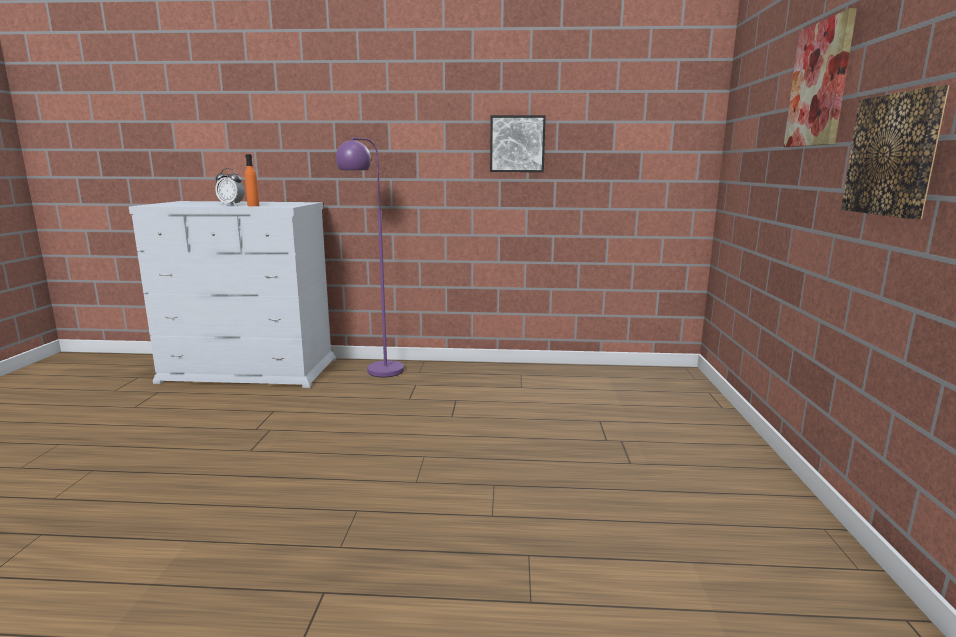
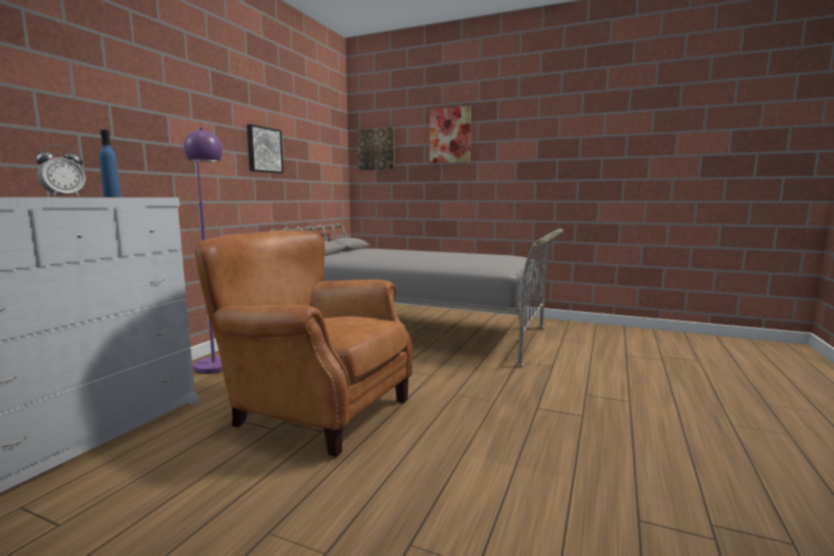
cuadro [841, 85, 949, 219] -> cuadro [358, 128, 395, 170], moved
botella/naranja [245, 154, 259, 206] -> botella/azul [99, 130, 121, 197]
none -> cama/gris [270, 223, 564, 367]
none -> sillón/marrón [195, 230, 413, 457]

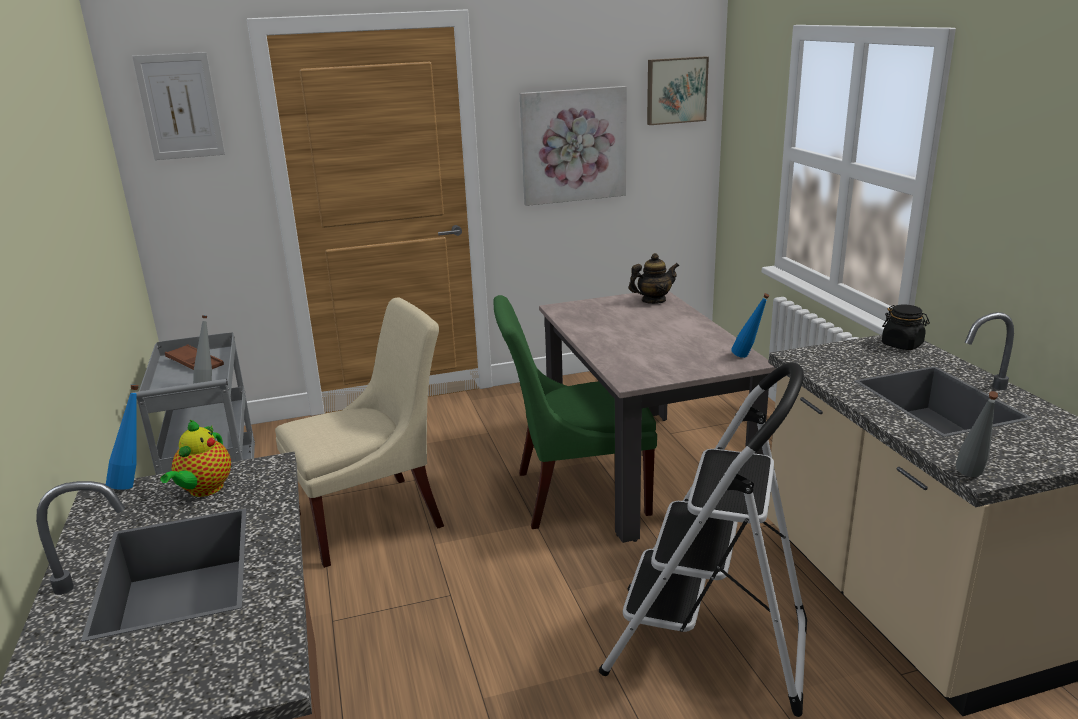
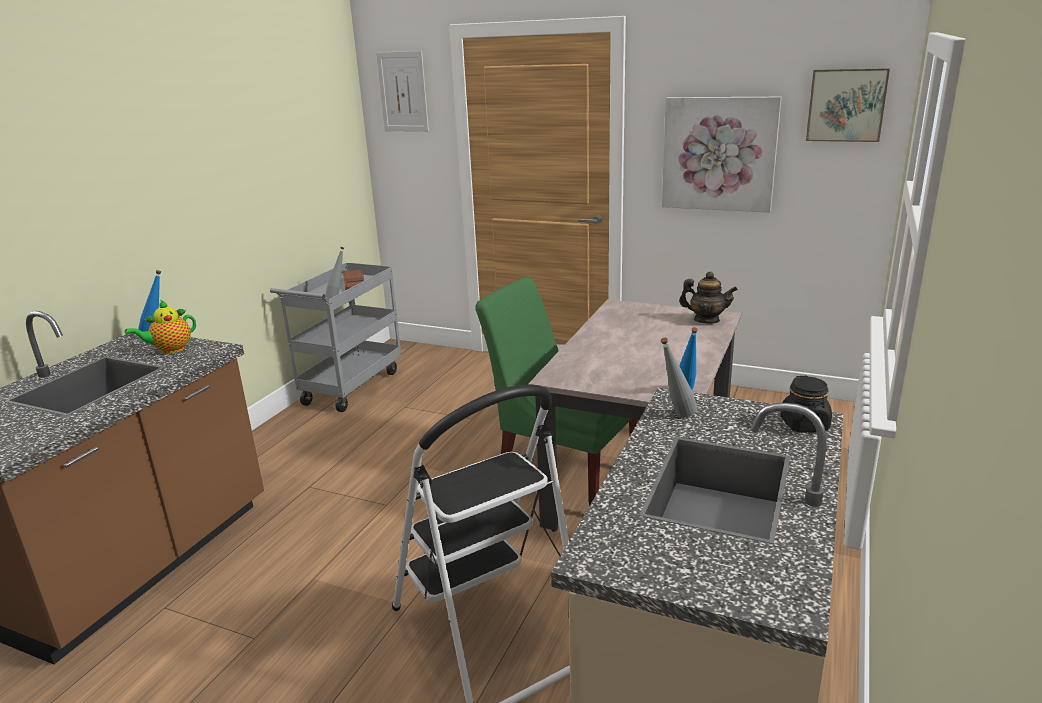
silla/beis [275, 297, 444, 568] -> none
botella/gris [956, 391, 999, 477] -> botella/gris [660, 338, 697, 418], moved

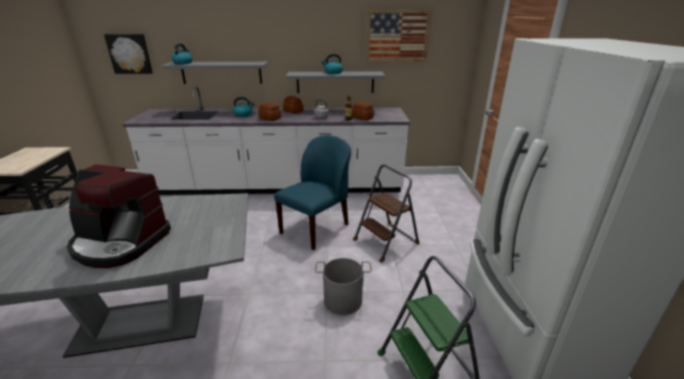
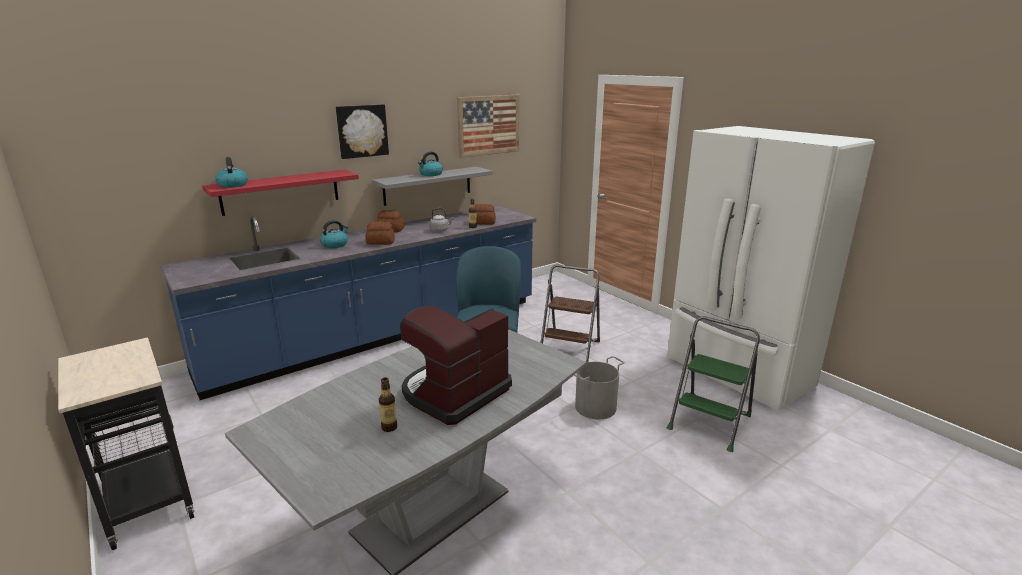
cuadro [104, 34, 153, 74] -> cuadro [336, 104, 389, 159], moved
estante/gris [162, 62, 268, 84] -> estante/rojo [202, 170, 359, 216]
mueble bajo de cocina/blanco [122, 86, 410, 195] -> mueble bajo de cocina/azul [161, 206, 536, 400]
cafetera [67, 164, 171, 268] -> cafetera [400, 306, 512, 425], 150 degrees clockwise
none -> botella [379, 377, 397, 432]

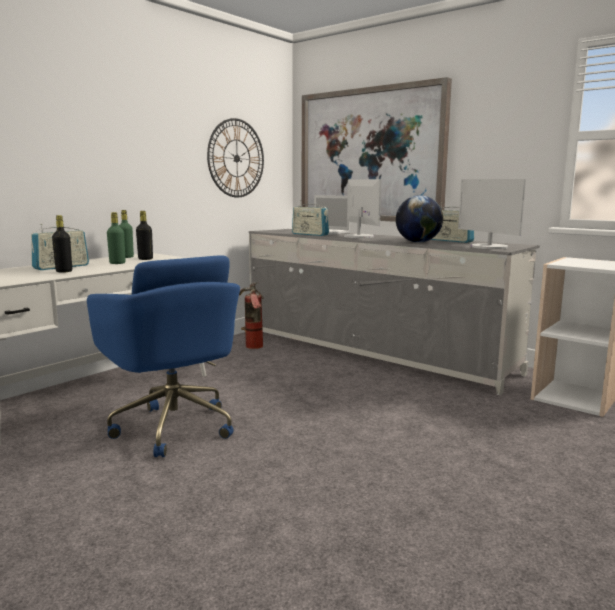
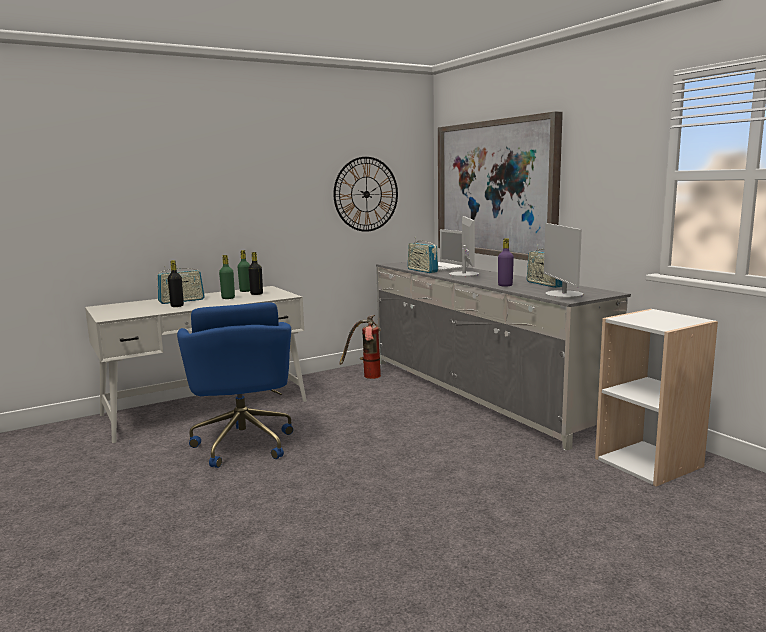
globo terráqueo [396, 195, 443, 243] -> botella/morado [498, 238, 514, 287]

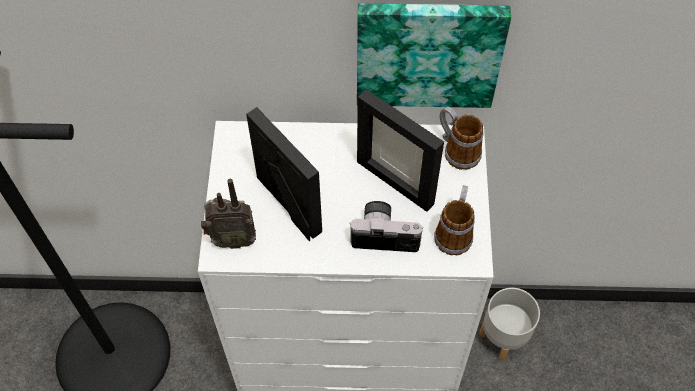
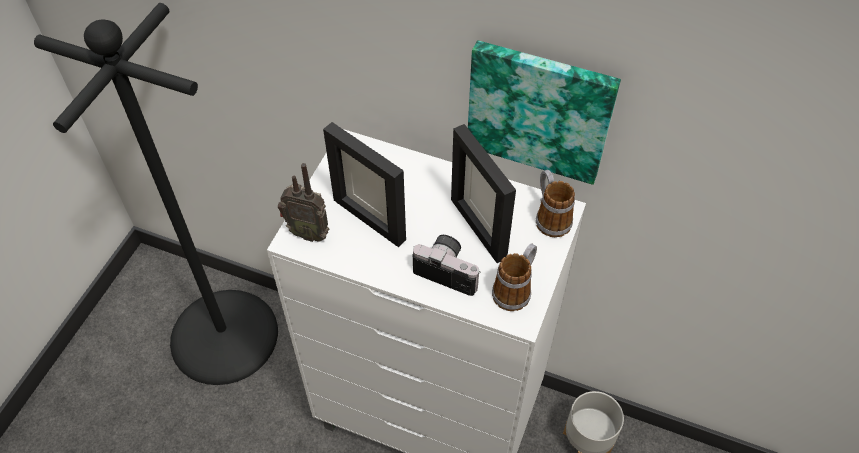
portarretratos [246, 107, 322, 242] -> portarretratos [323, 122, 406, 247], 150 degrees clockwise

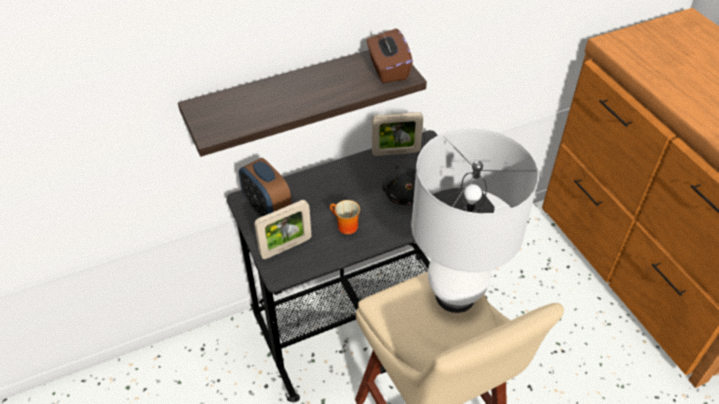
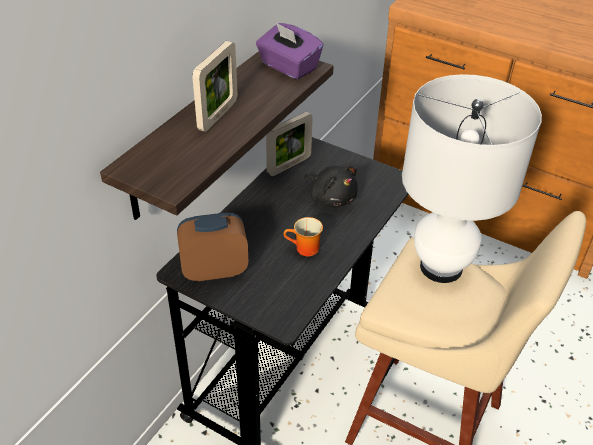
caja de pañuelos/marrón [367, 29, 413, 83] -> caja de pañuelos/morado [256, 22, 323, 79]
despertador [239, 158, 292, 217] -> despertador [177, 213, 248, 281], 150 degrees clockwise
portarretratos [254, 200, 311, 259] -> portarretratos [192, 41, 238, 132], moved

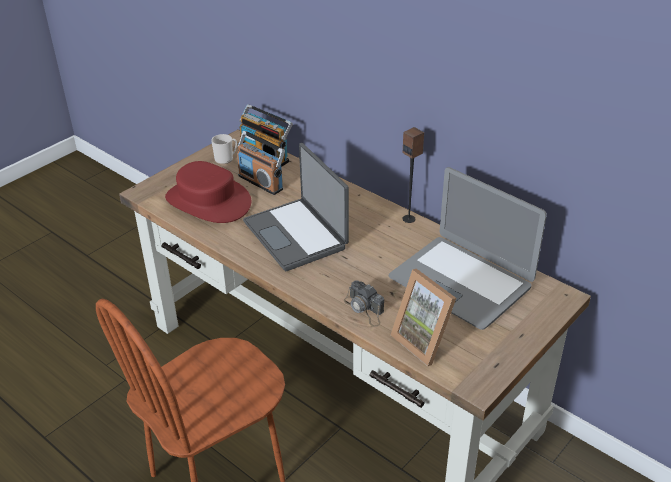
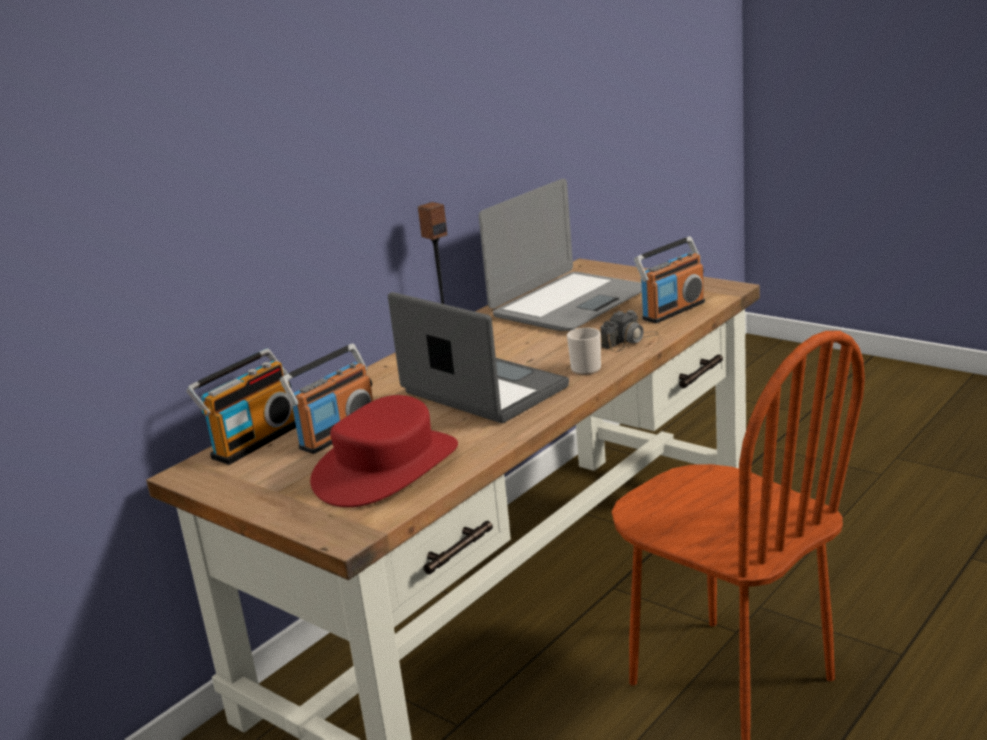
taza grande [211, 134, 237, 164] -> taza grande [567, 328, 601, 375], moved
portátil [243, 143, 349, 271] -> portátil [388, 292, 569, 423], 105 degrees counterclockwise
portarretratos [391, 269, 456, 366] -> radio [634, 236, 705, 323]

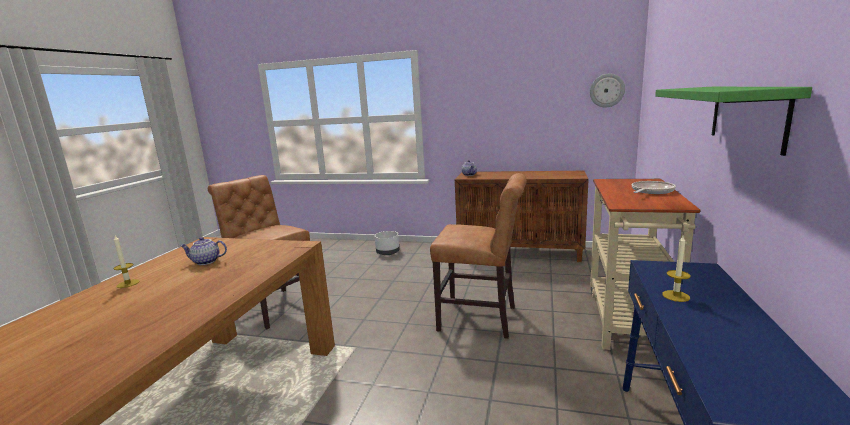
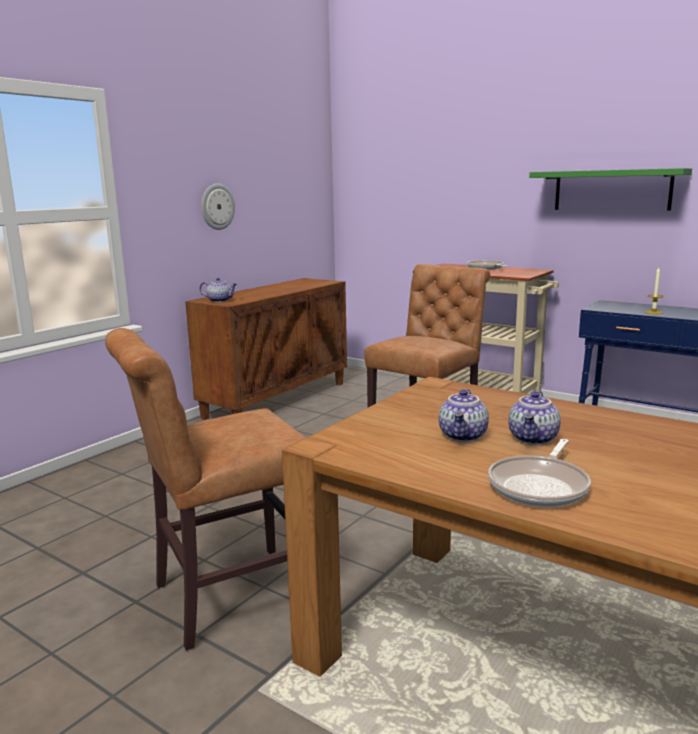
reloj de pared [590, 73, 625, 108] -> reloj de pared [201, 183, 235, 230], moved
maceta/blanco [375, 231, 399, 255] -> none
vela [113, 235, 139, 288] -> sartén [488, 439, 591, 507]
none -> tetera [508, 391, 561, 445]

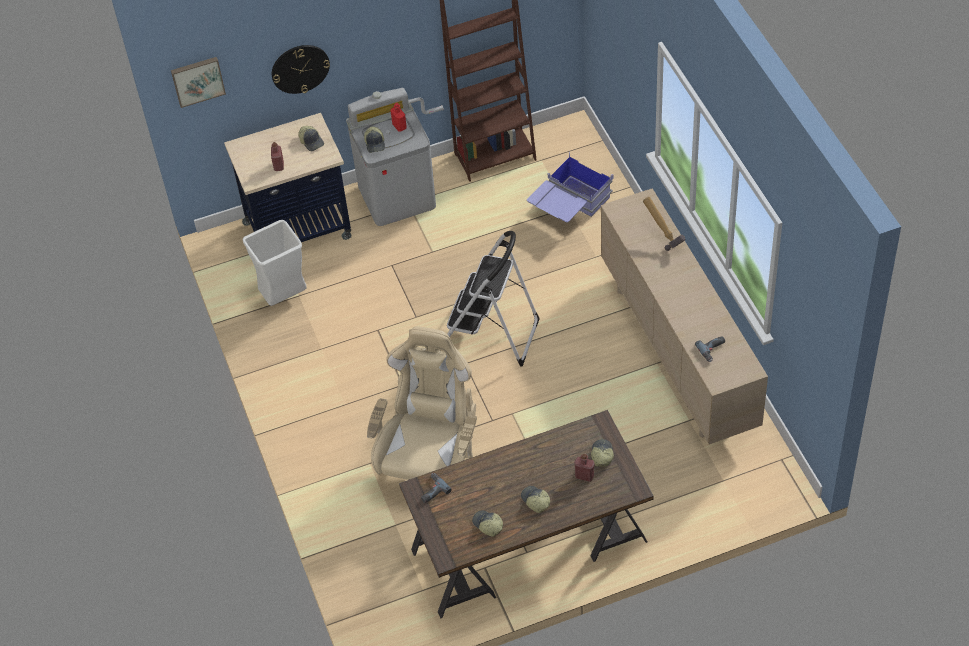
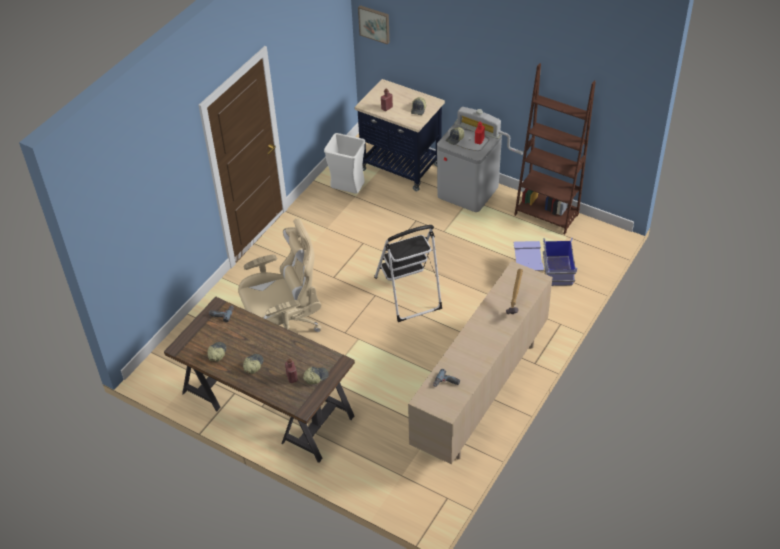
reloj de pared [272, 45, 330, 94] -> none

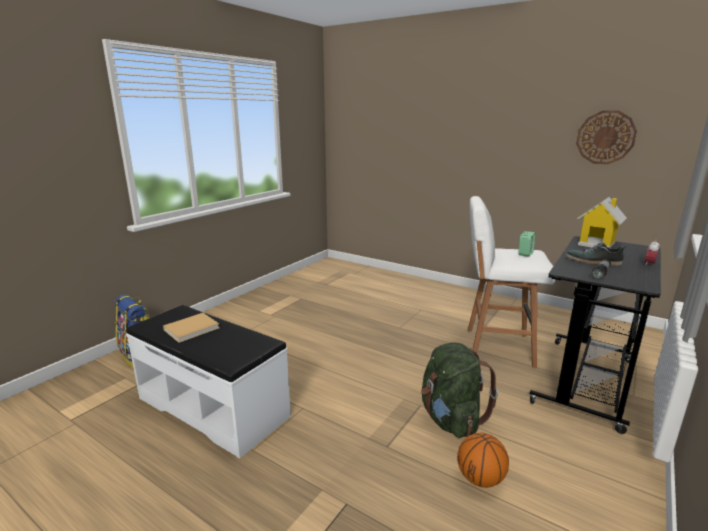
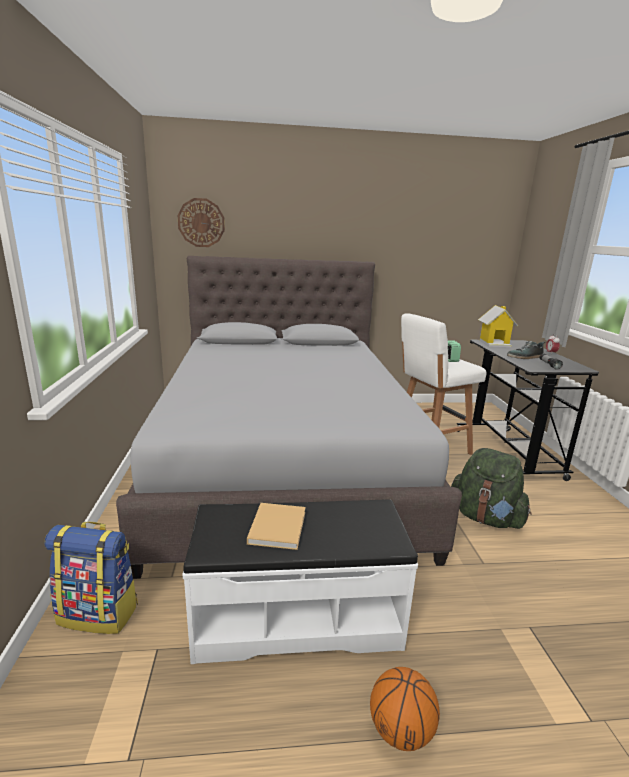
reloj de pared [576, 110, 637, 164] -> reloj de pared [177, 198, 225, 247], moved
balón de baloncesto [457, 433, 509, 488] -> balón de baloncesto [370, 667, 440, 751], moved
none -> cama/gris [116, 256, 462, 579]

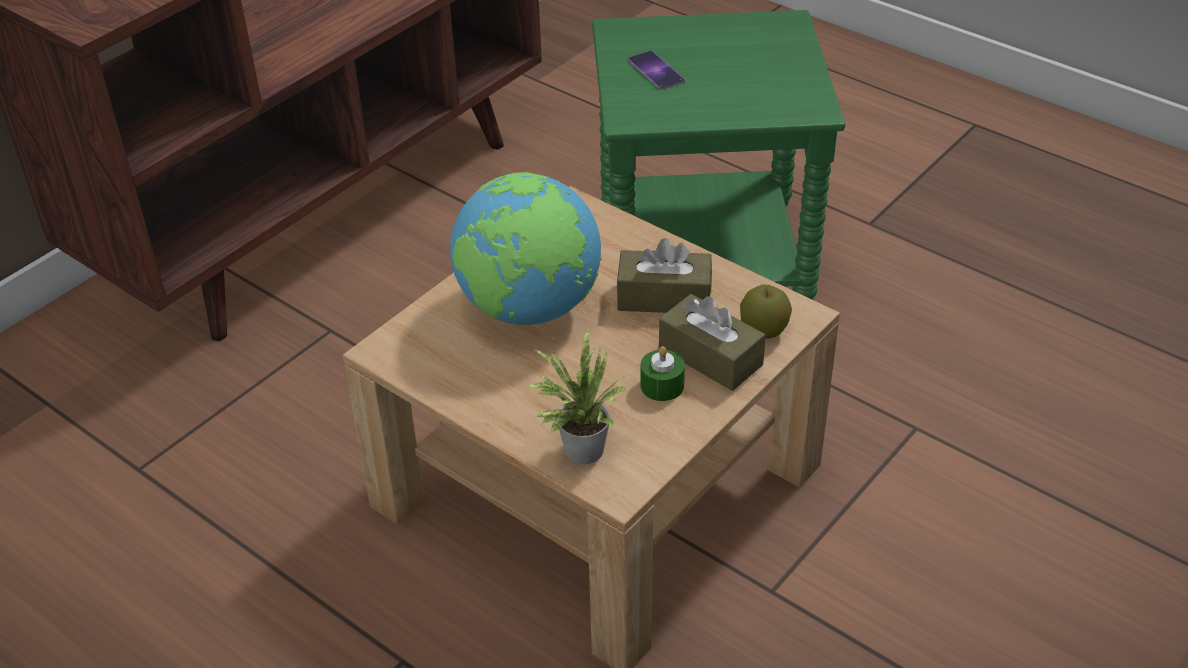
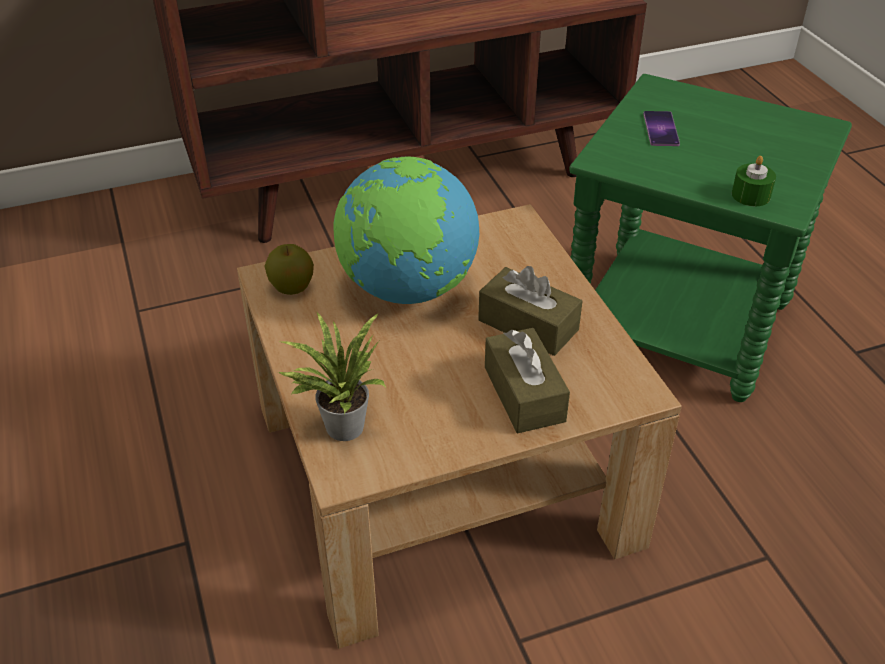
manzana [740, 285, 792, 339] -> manzana [264, 244, 314, 295], moved
vela/verde [640, 346, 685, 401] -> vela/verde [732, 156, 776, 206], moved

